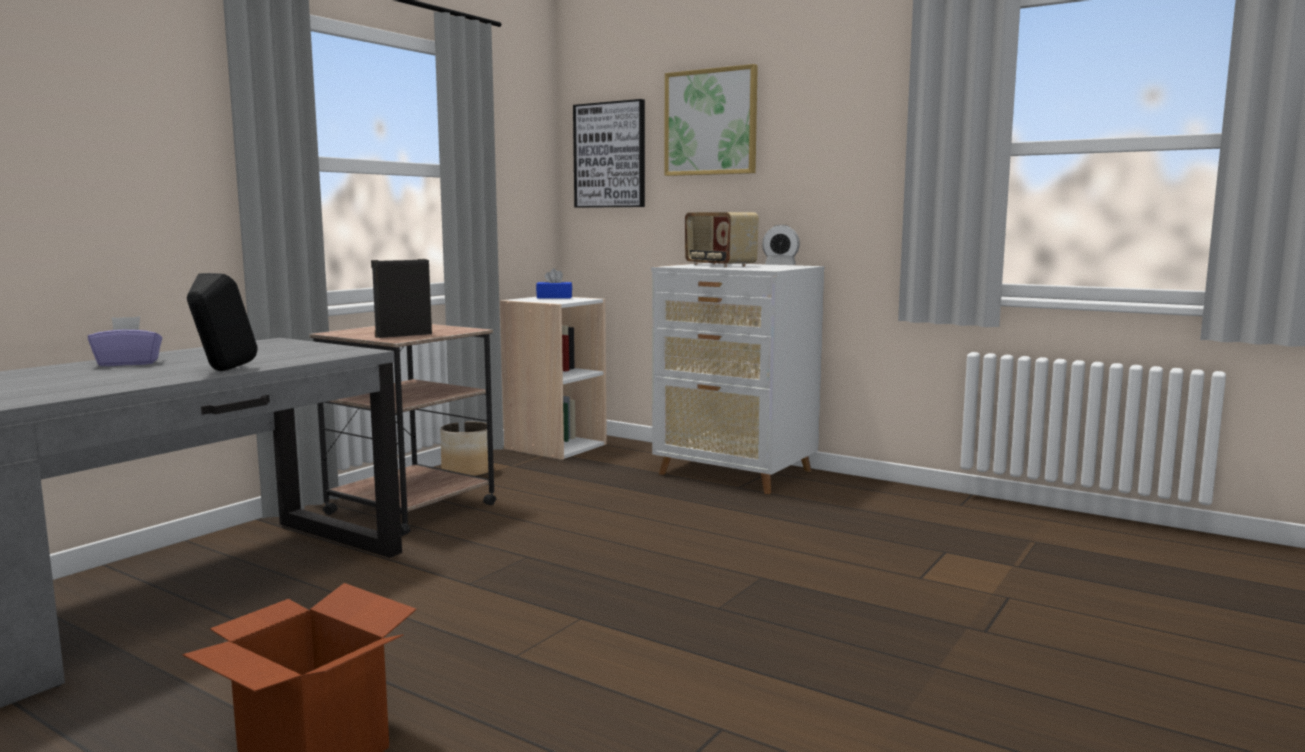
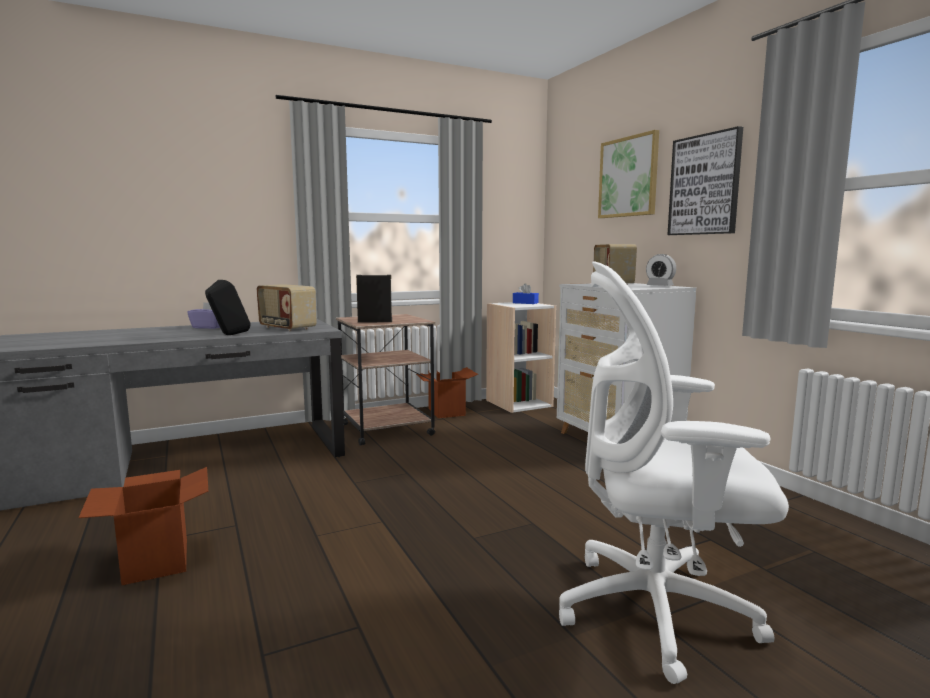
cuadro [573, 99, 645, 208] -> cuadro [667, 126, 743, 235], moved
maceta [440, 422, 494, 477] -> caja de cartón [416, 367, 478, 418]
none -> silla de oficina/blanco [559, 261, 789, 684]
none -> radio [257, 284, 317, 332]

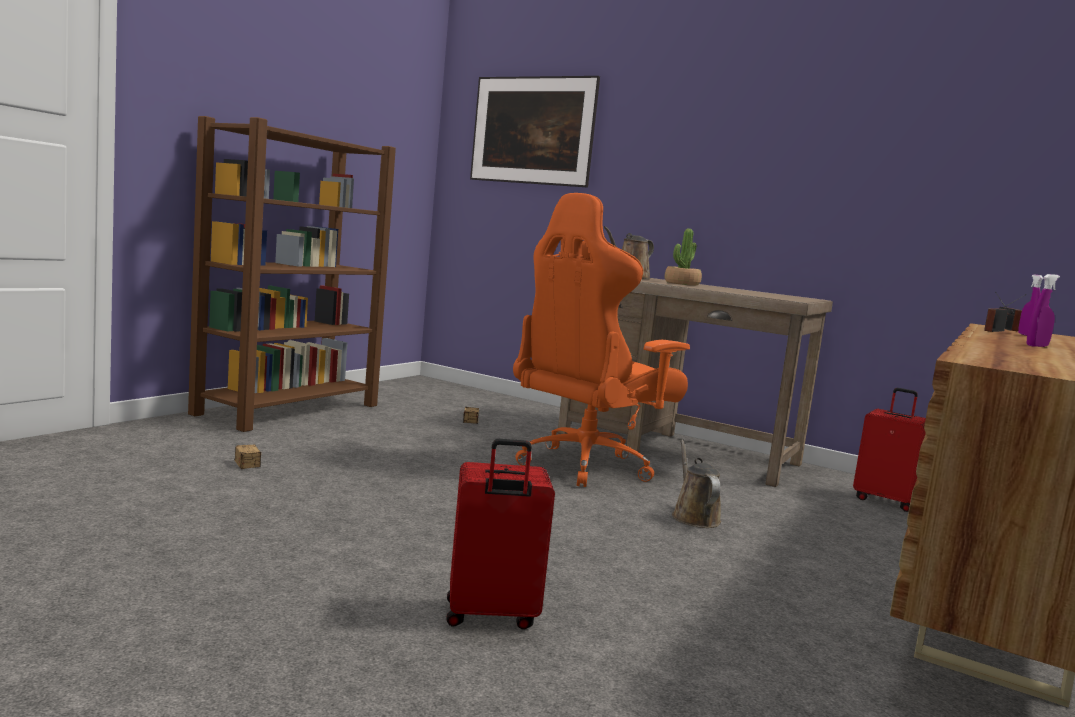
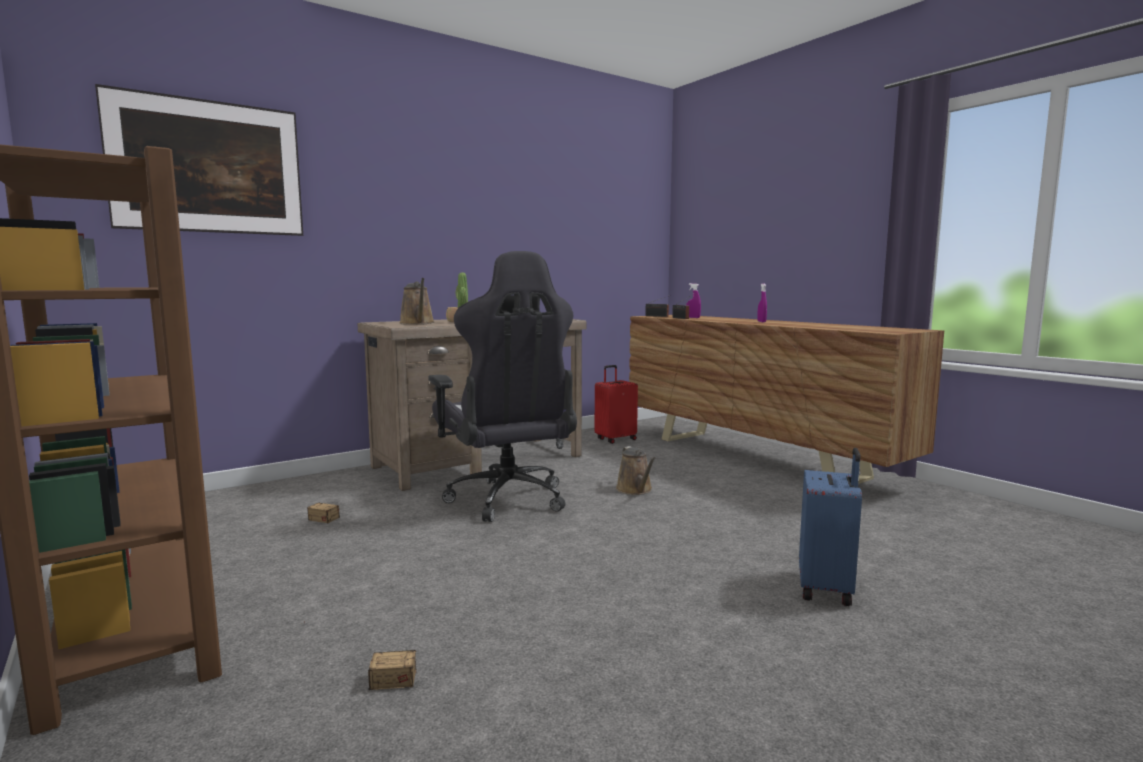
silla de oficina/naranja [513, 193, 690, 487] -> silla de oficina/negro [428, 251, 577, 522]
maleta/rojo [447, 439, 555, 630] -> maleta/azul [799, 448, 862, 606]
regadera/marrón [672, 439, 721, 528] -> regadera/marrón [616, 446, 656, 495], 120 degrees counterclockwise

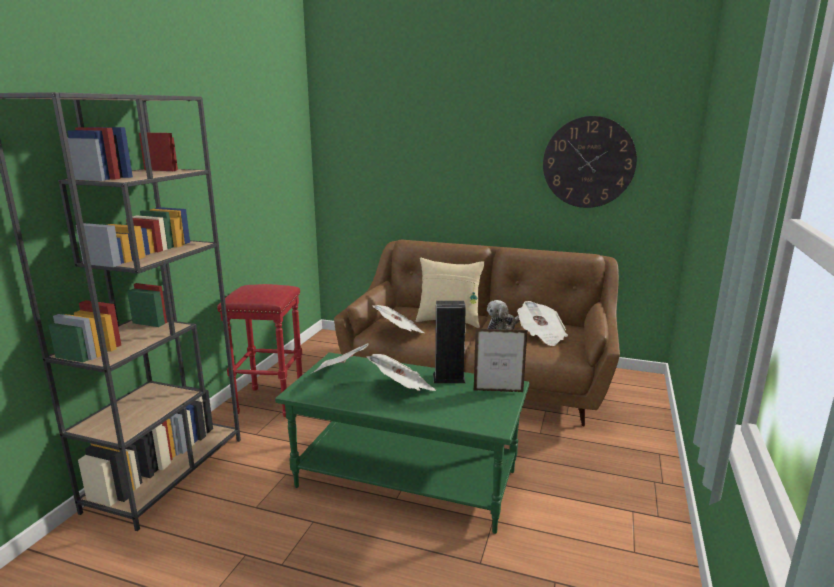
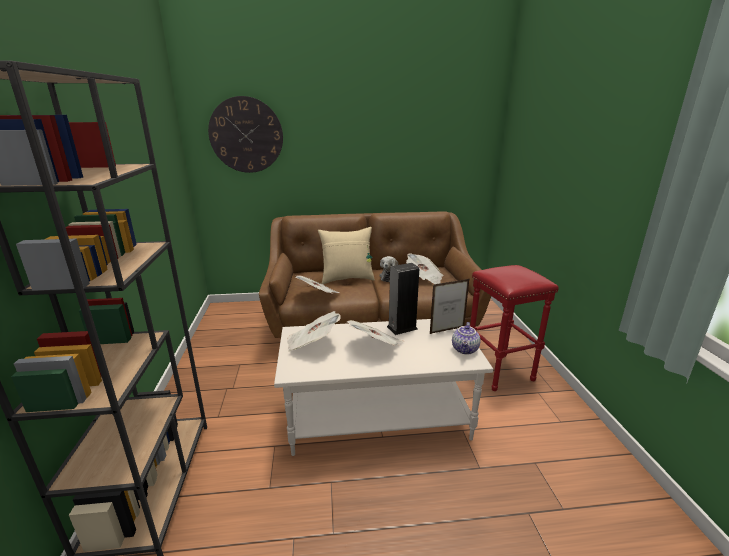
reloj de pared [543, 116, 637, 208] -> reloj de pared [208, 96, 283, 173], moved
taburete/rojo [217, 284, 302, 417] -> taburete/rojo [470, 265, 559, 391], moved
mesa de centro/verde [275, 352, 529, 534] -> mesa de centro/blanco [274, 319, 493, 456]
none -> tetera [452, 322, 480, 355]

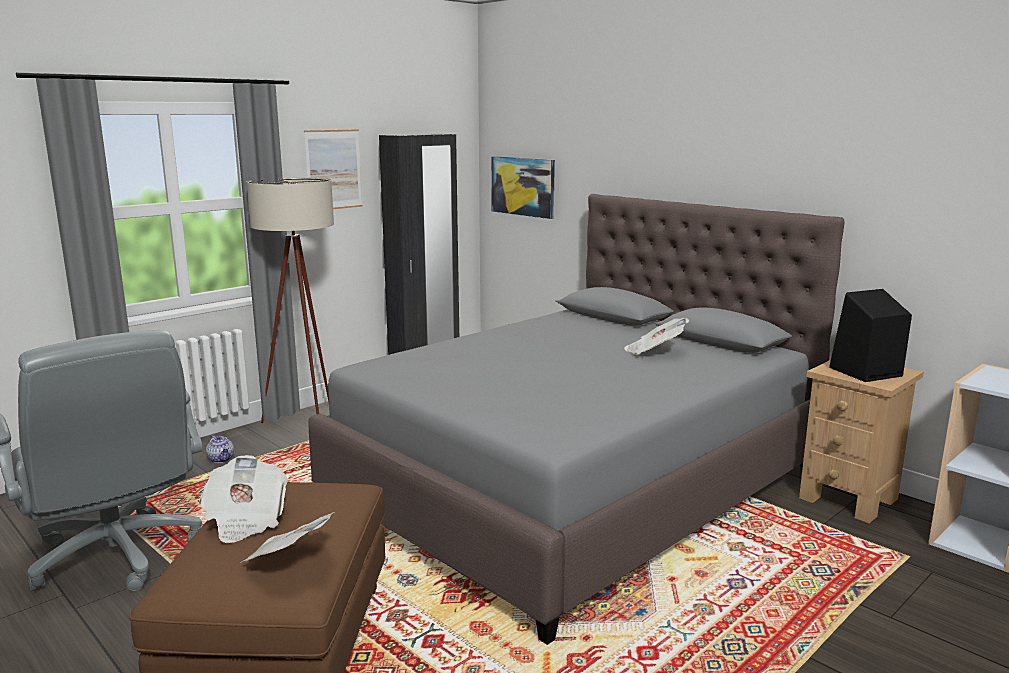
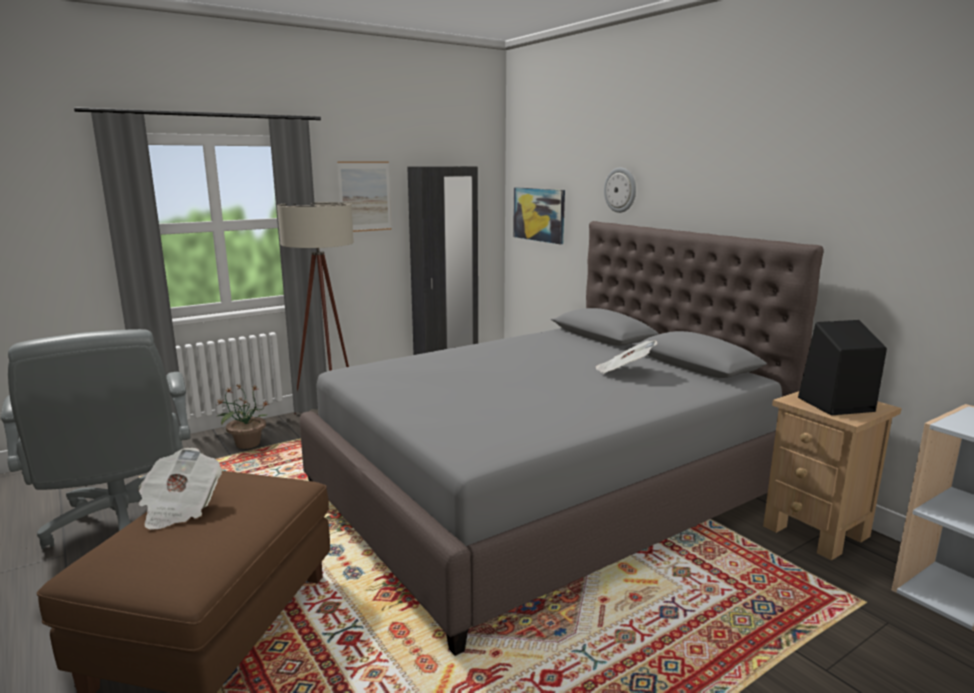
tetera [206, 435, 234, 463] -> planta en maceta [216, 384, 269, 449]
periódico [240, 512, 335, 563] -> none
none -> reloj de pared [604, 167, 636, 213]

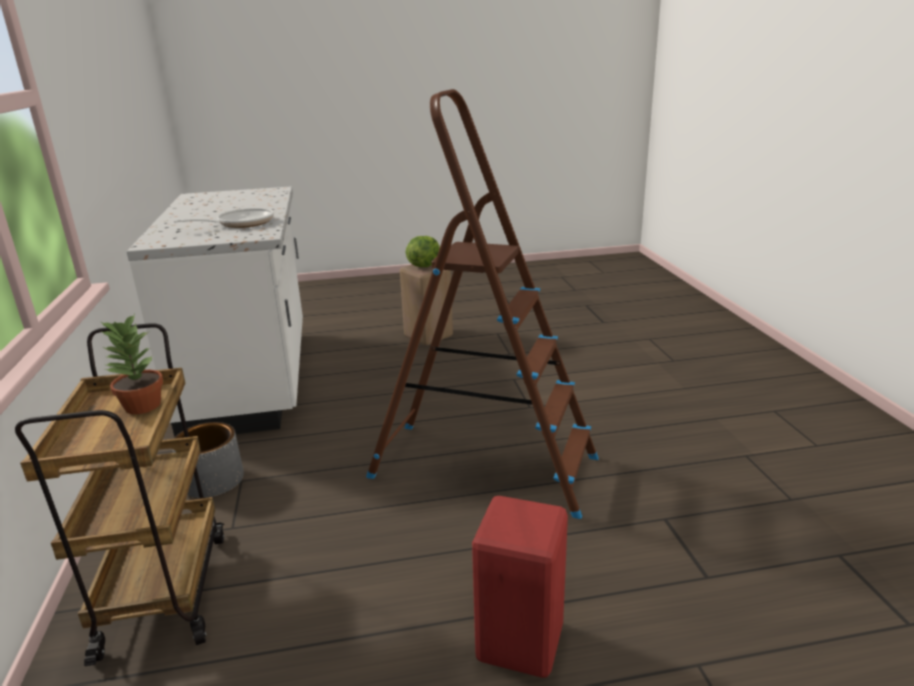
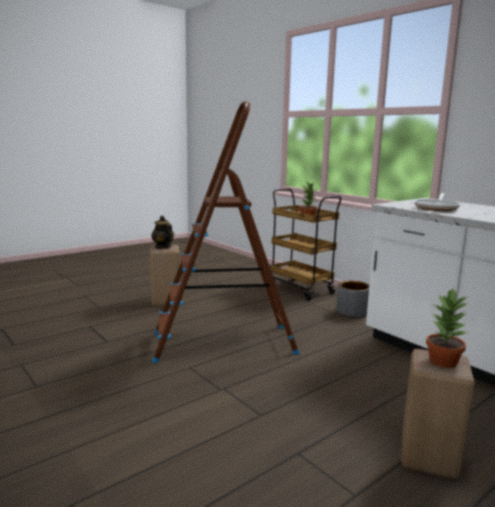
lechuga [406, 236, 440, 267] -> planta en maceta [426, 289, 469, 368]
taburete/rojo [472, 496, 568, 678] -> taburete/beis [150, 245, 180, 306]
none -> tetera [151, 216, 174, 249]

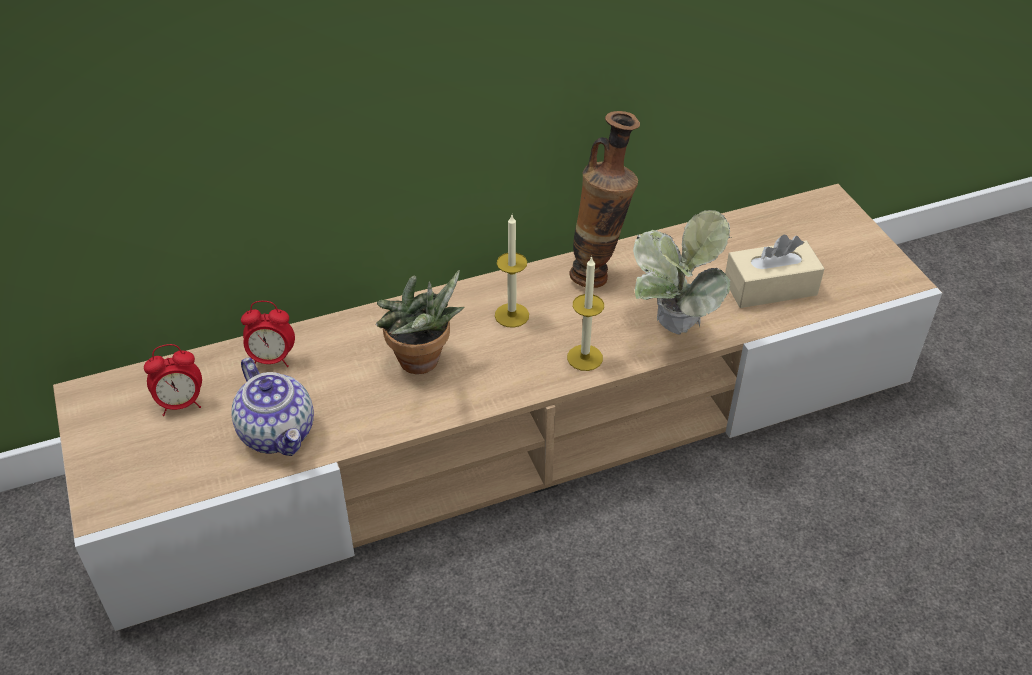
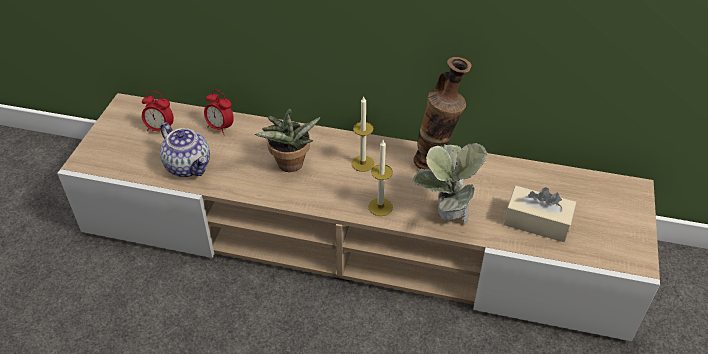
tetera [231, 358, 314, 456] -> tetera [160, 122, 210, 177], 45 degrees counterclockwise

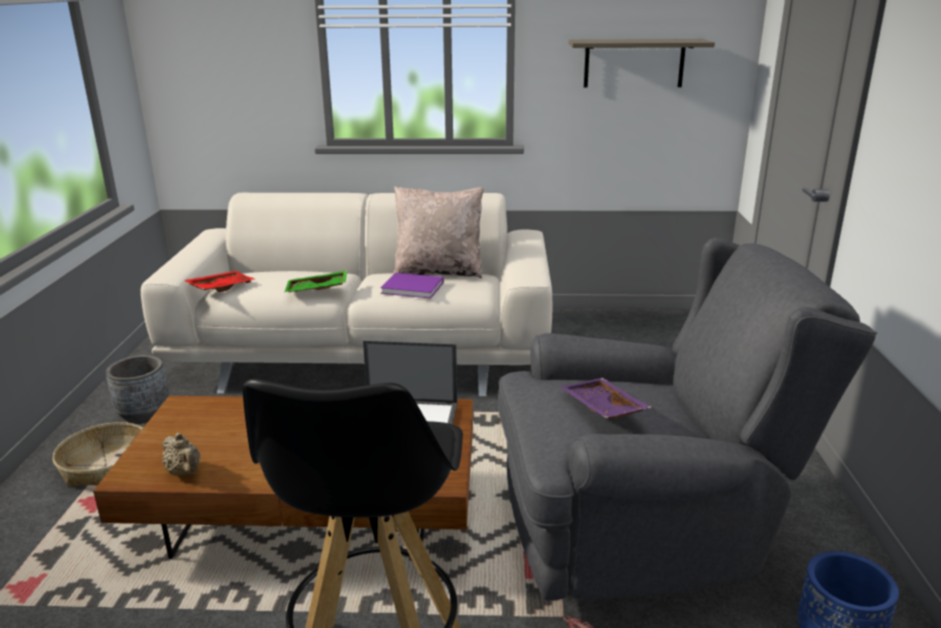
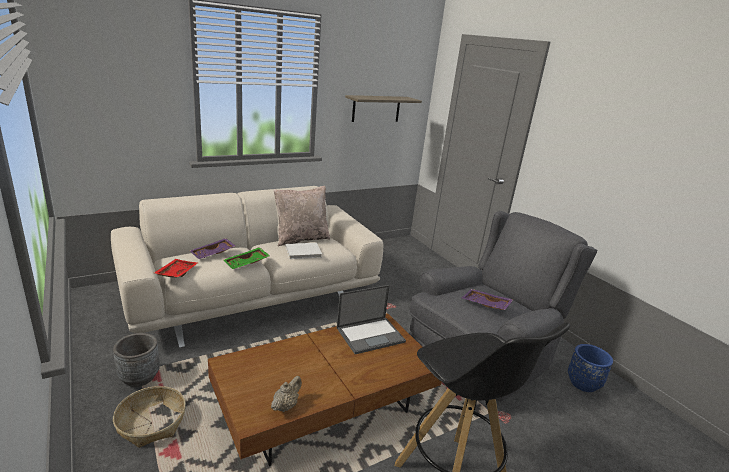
libro/morado [381, 273, 444, 299] -> libro/blanco [286, 243, 322, 259]
tetera/beis [162, 433, 200, 476] -> tetera/beis [271, 376, 302, 412], 75 degrees counterclockwise
none -> bandeja/morado [190, 238, 235, 259]

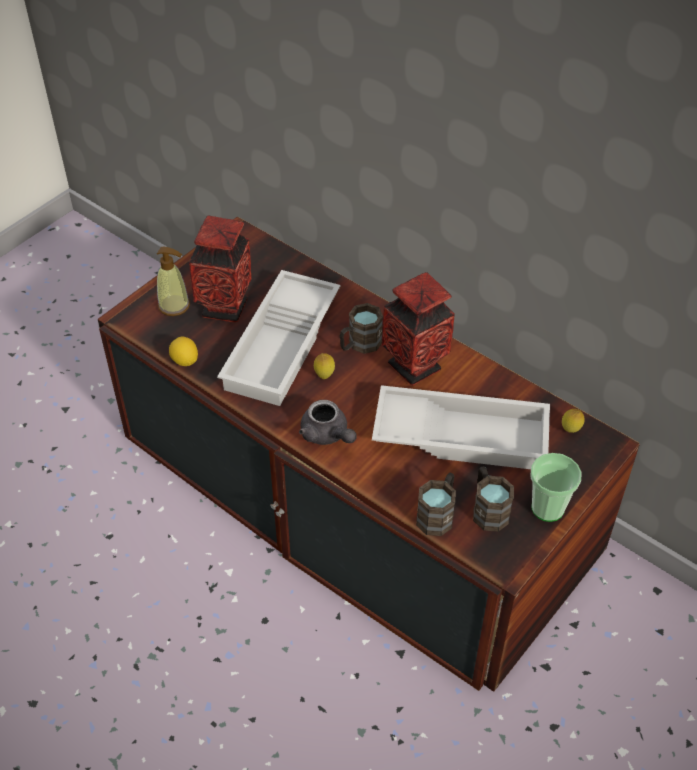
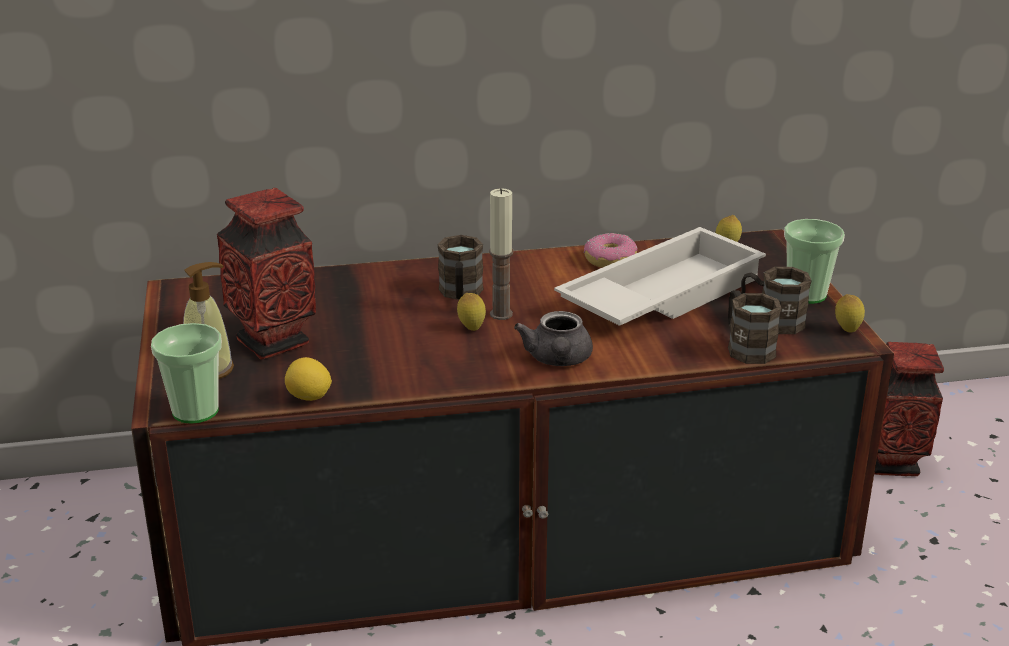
bandeja/blanco [217, 270, 340, 406] -> none
florero [382, 272, 455, 385] -> florero [874, 342, 944, 476], moved
tetera/gris [299, 400, 357, 445] -> tetera/gris [514, 311, 593, 366], 90 degrees clockwise
none -> vela [489, 188, 513, 320]
none -> rosquilla [584, 233, 637, 268]
none -> limón [835, 294, 865, 333]
none -> taza [151, 323, 222, 424]

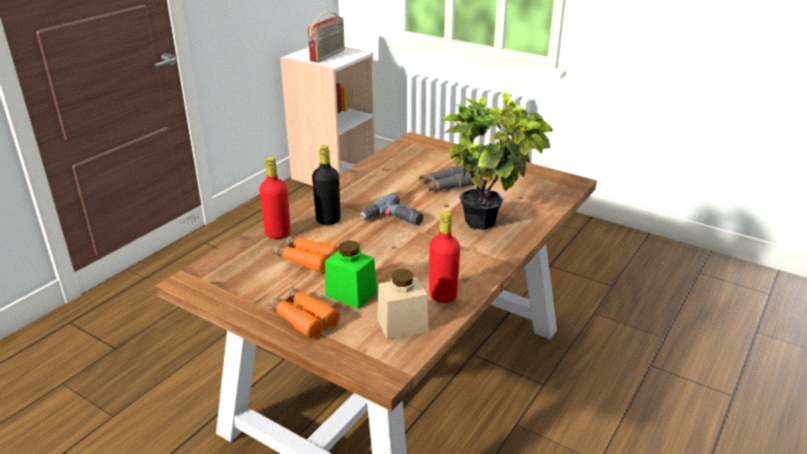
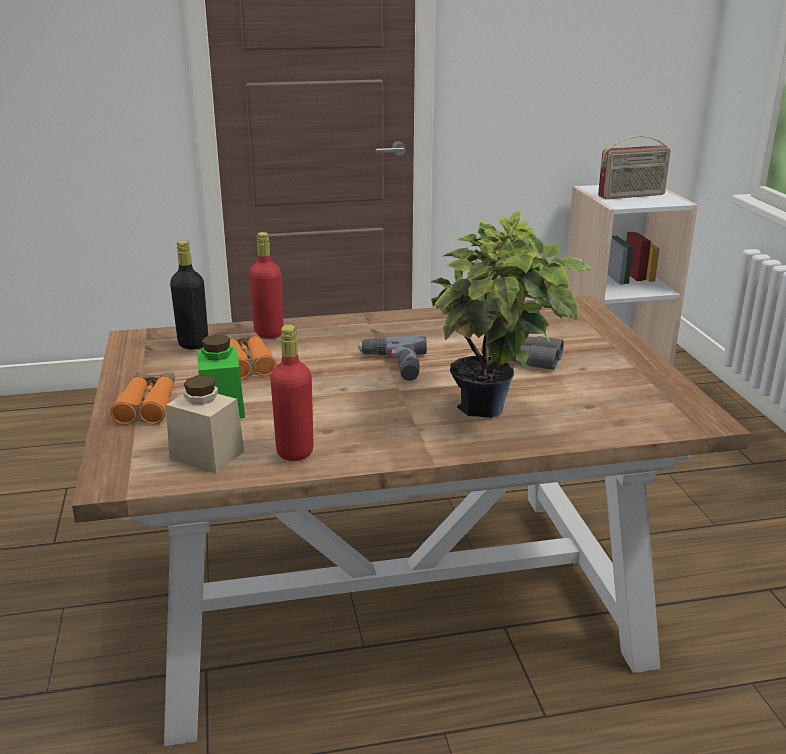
botella/negro [312, 145, 341, 225] -> botella/negro [170, 240, 208, 349], moved

